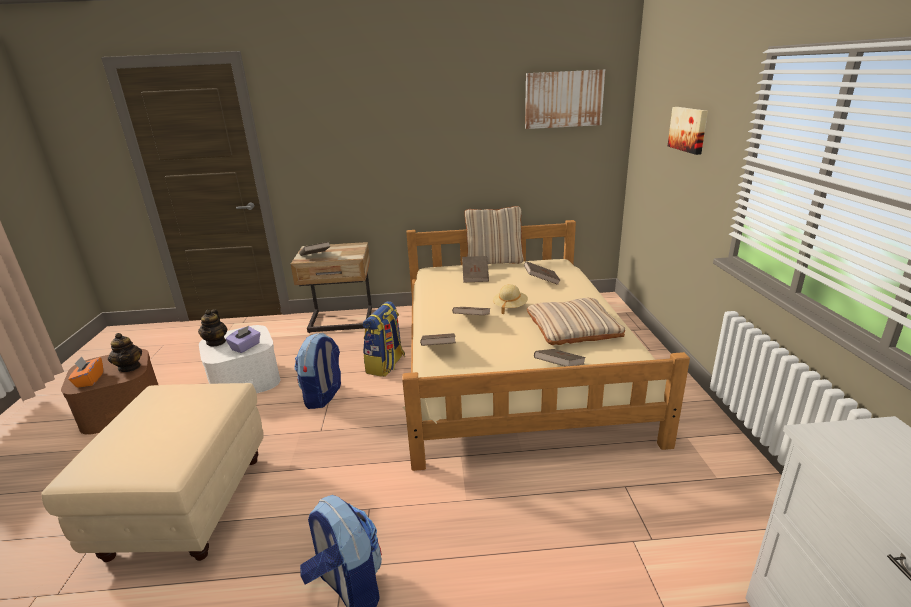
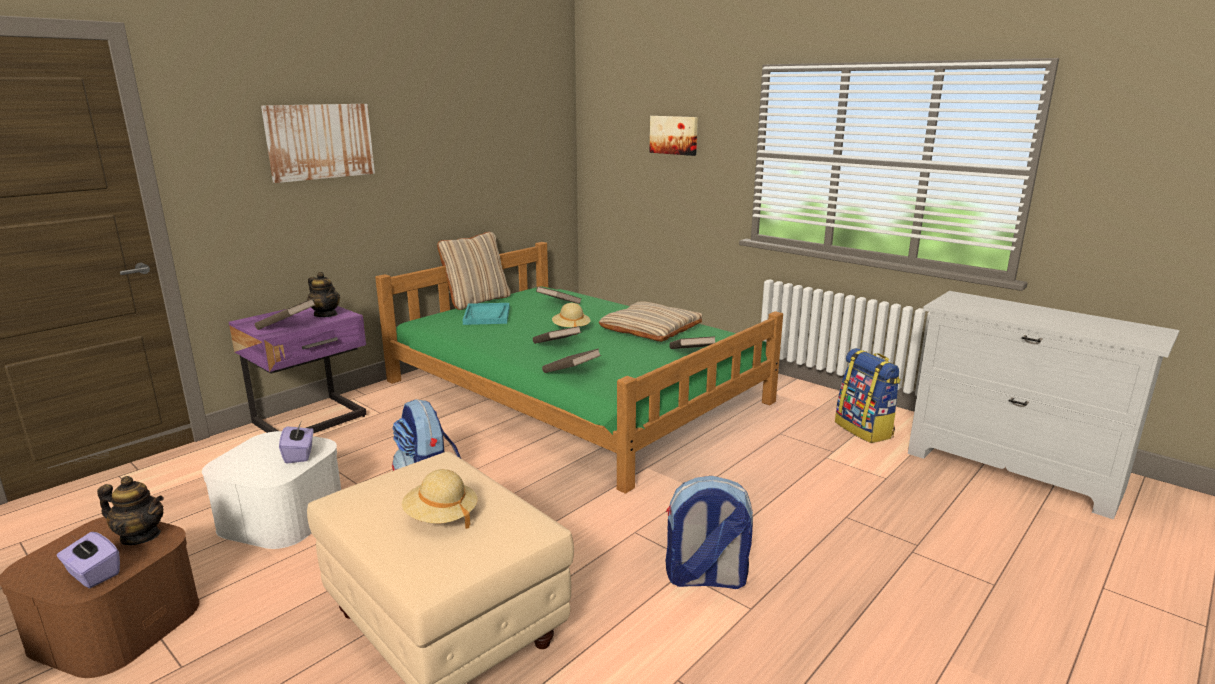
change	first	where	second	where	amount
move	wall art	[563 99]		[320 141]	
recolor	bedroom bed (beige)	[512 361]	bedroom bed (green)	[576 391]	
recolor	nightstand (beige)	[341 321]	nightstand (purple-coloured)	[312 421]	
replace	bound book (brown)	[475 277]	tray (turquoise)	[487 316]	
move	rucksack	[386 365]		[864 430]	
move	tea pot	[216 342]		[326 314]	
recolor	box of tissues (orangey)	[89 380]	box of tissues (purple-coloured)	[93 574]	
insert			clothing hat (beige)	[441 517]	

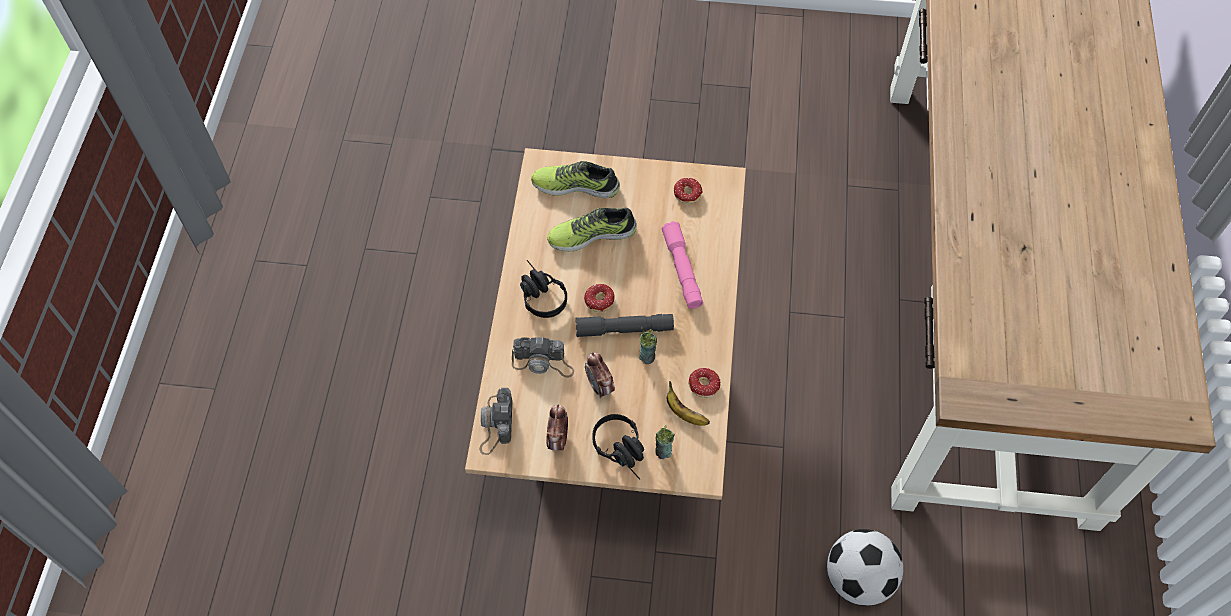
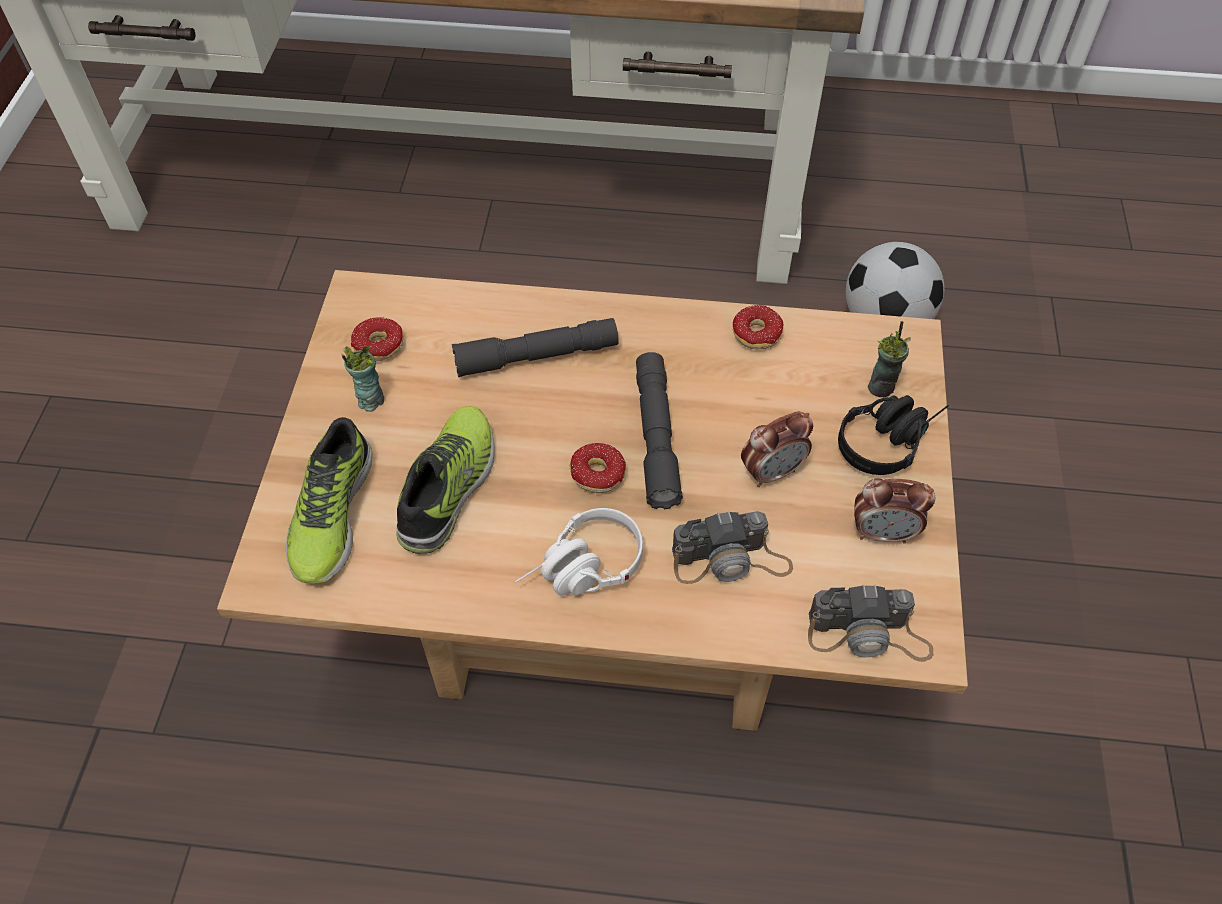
change	first	where	second	where	amount
rotate	item of footwear	[591 234]		[450 487]	150 degrees counterclockwise
recolor	flashlight (pinkish)	[682 270]	flashlight (grey)	[536 356]	
recolor	pair of headphones (blackish)	[539 294]	pair of headphones (white-coloured)	[581 571]	
move	drinking cup	[647 357]		[370 400]	
rotate	still camera	[543 362]		[731 560]	75 degrees clockwise
delete	banana fruit	[684 413]			

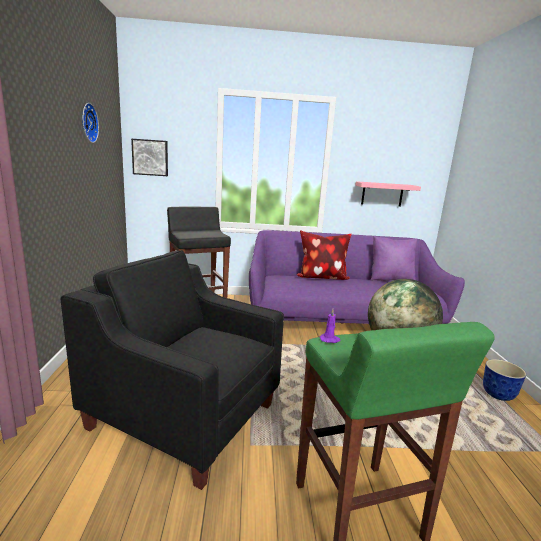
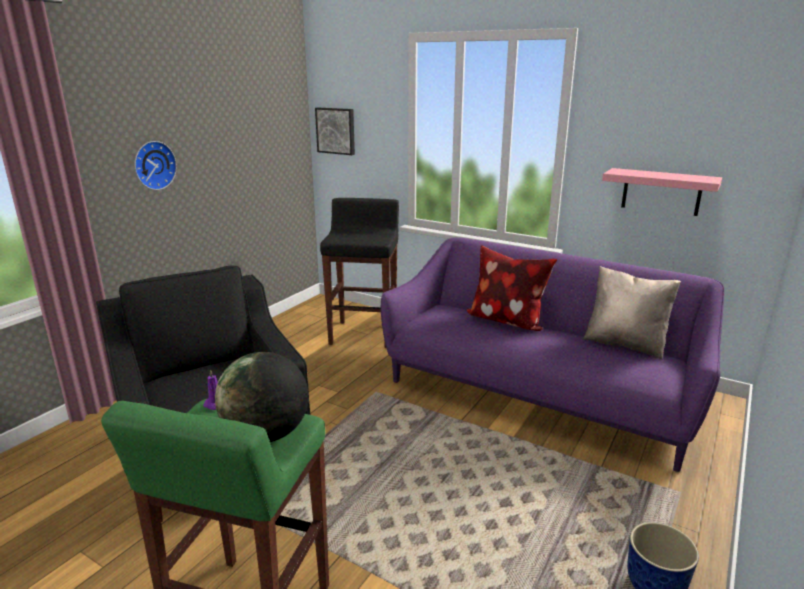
change	first	where	second	where	amount
move	clock on the wall	[87 122]		[153 165]	
recolor	cushion (purple-coloured)	[390 279]	cushion (beige)	[625 344]	

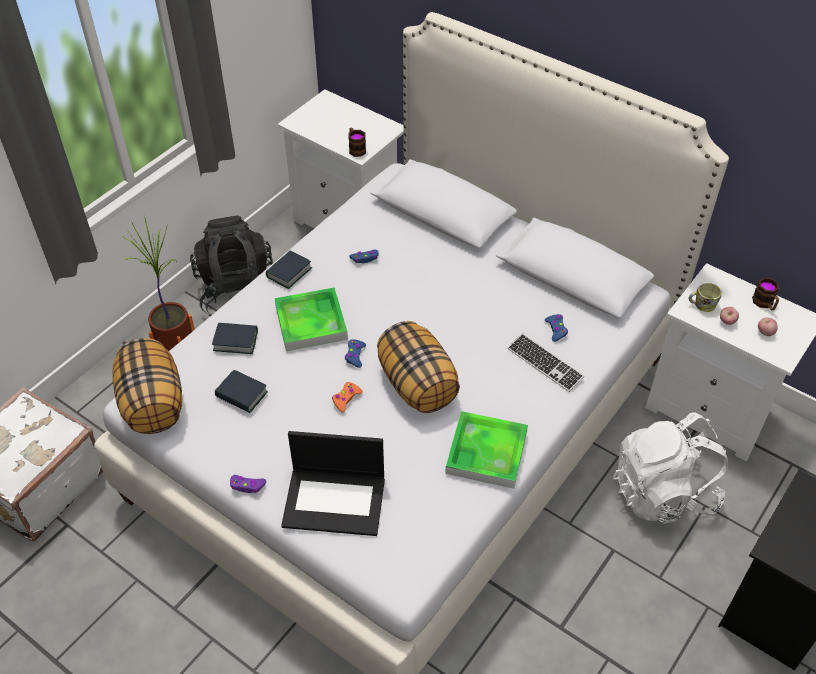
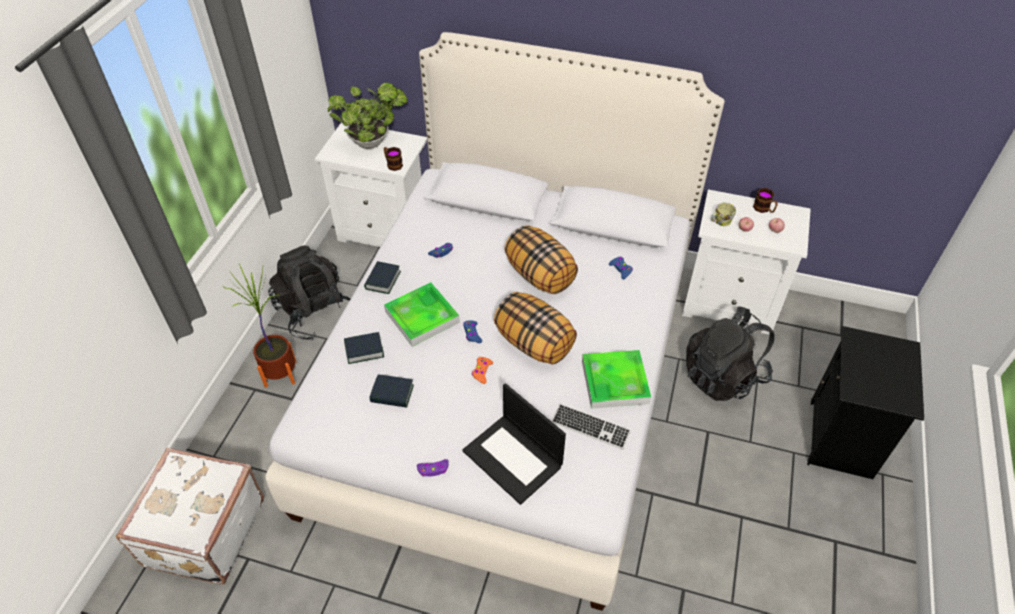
change	first	where	second	where	amount
move	keyboard	[545 364]		[590 427]	
move	cushion	[153 404]		[540 275]	
recolor	rucksack (white-coloured)	[663 492]	rucksack (blackish)	[723 376]	
rotate	portable computer	[335 501]		[514 458]	60 degrees clockwise
insert			houseplant	[373 142]	

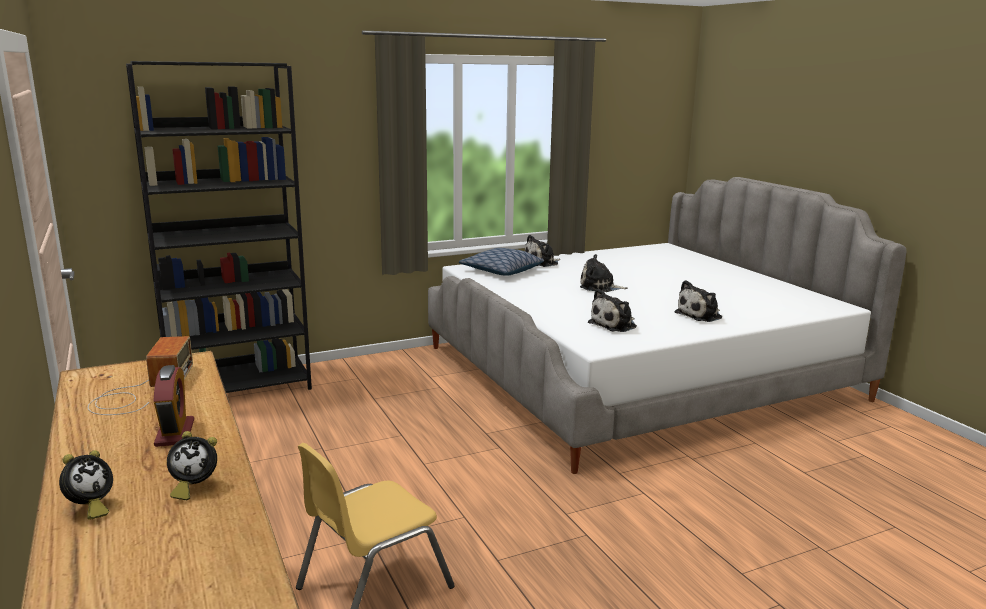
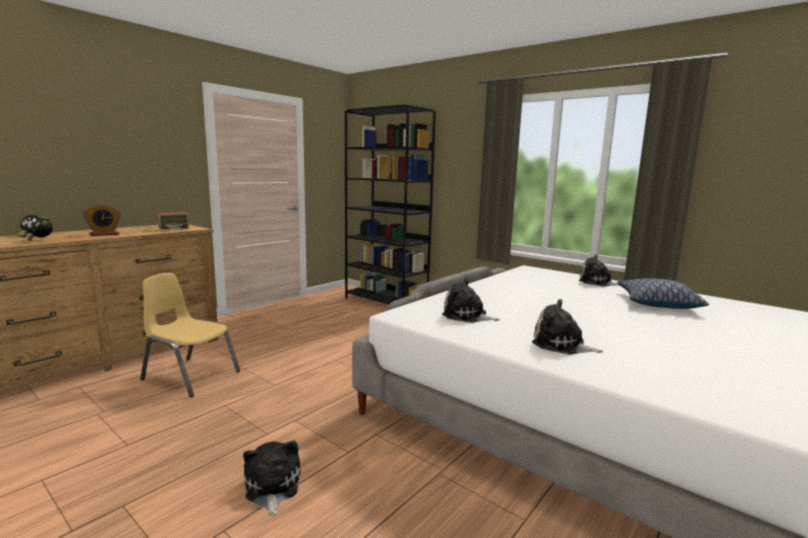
change	first	where	second	where	amount
move	cushion	[501 271]		[657 303]	
move	plush toy	[599 287]		[271 487]	

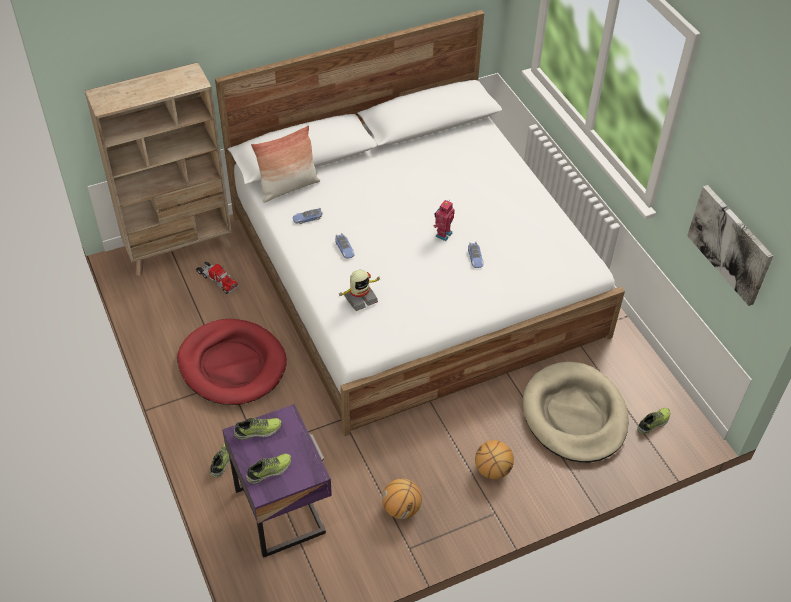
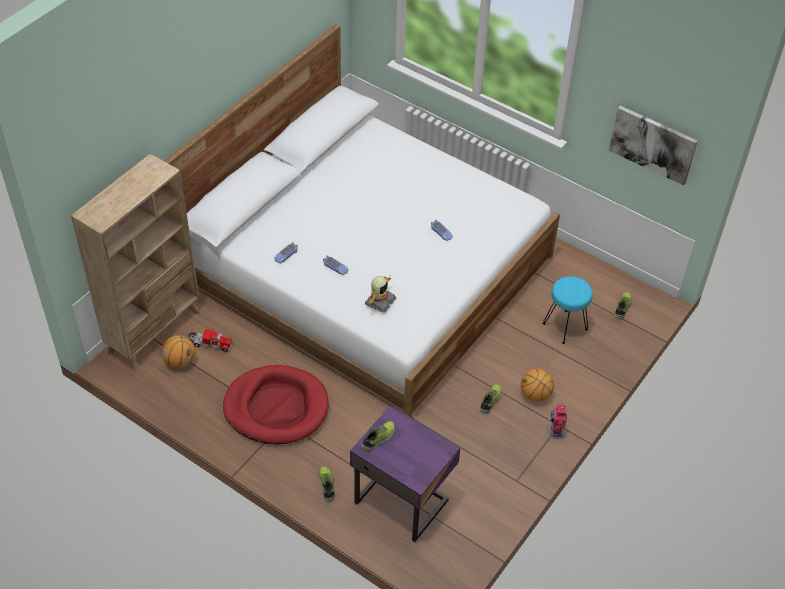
change	first	where	second	where	amount
delete	cushion	[288 187]			
move	toy robot	[442 234]		[555 431]	
replace	dog cushion (beige)	[574 415]	sitting stool (turquoise)	[565 327]	
move	item of footwear	[269 471]		[491 401]	
move	ball for basketball	[401 508]		[180 361]	

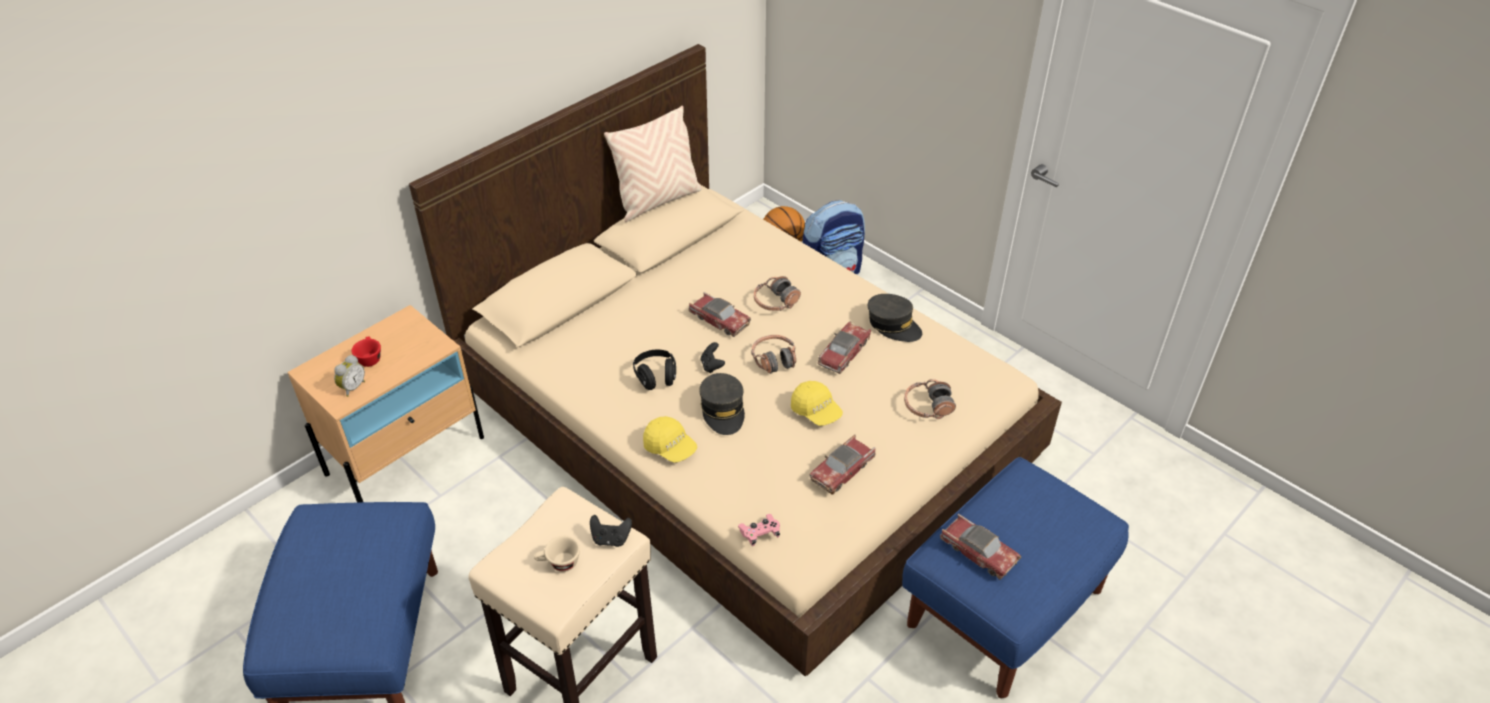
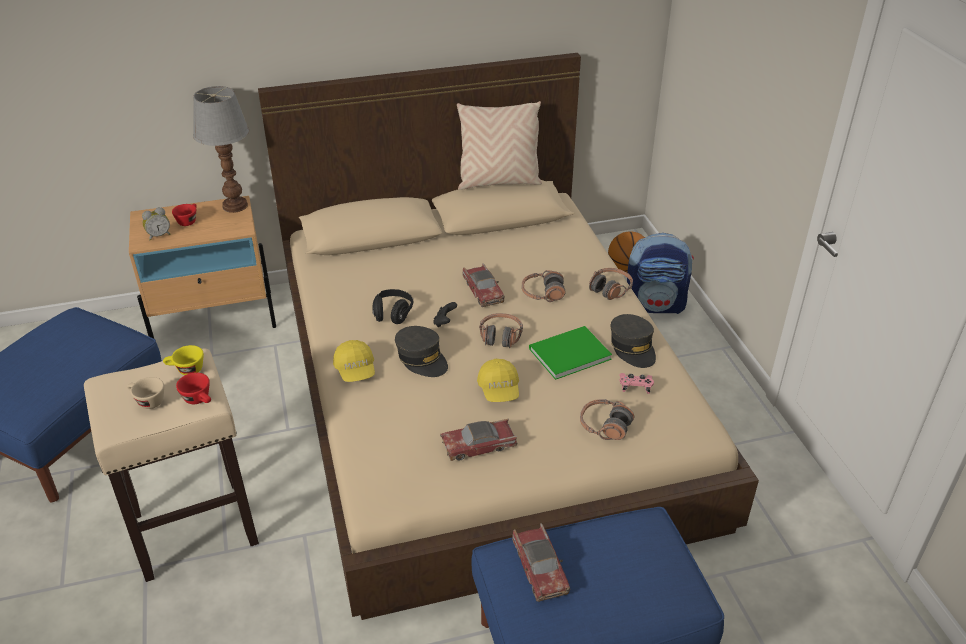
change	first	where	second	where	amount
replace	miniature car	[844 353]	bound book (green)	[567 353]	
rotate	baseball cap (grey)	[723 410]		[422 359]	60 degrees counterclockwise
move	game controller (pinkish)	[760 534]		[635 387]	
replace	game controller (blackish)	[611 539]	drinking cup (red)	[199 400]	
insert			table lamp	[236 205]	
insert			pair of headphones	[610 289]	
insert			drinking cup (yellowish)	[186 370]	

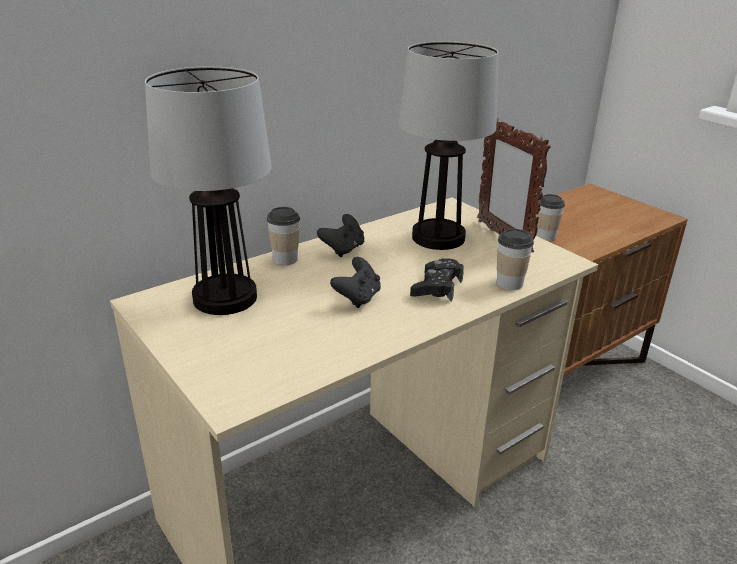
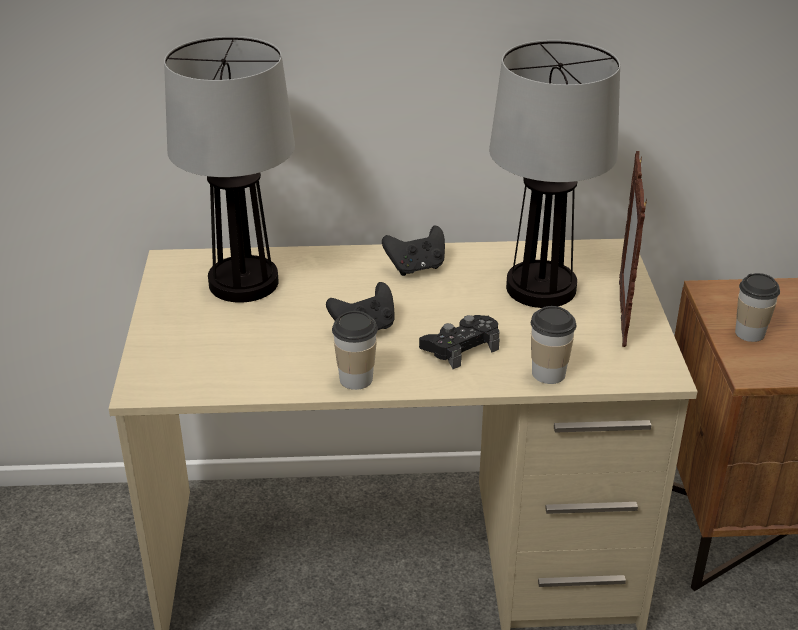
change	first	where	second	where	amount
move	drinking cup	[285 259]		[356 379]	

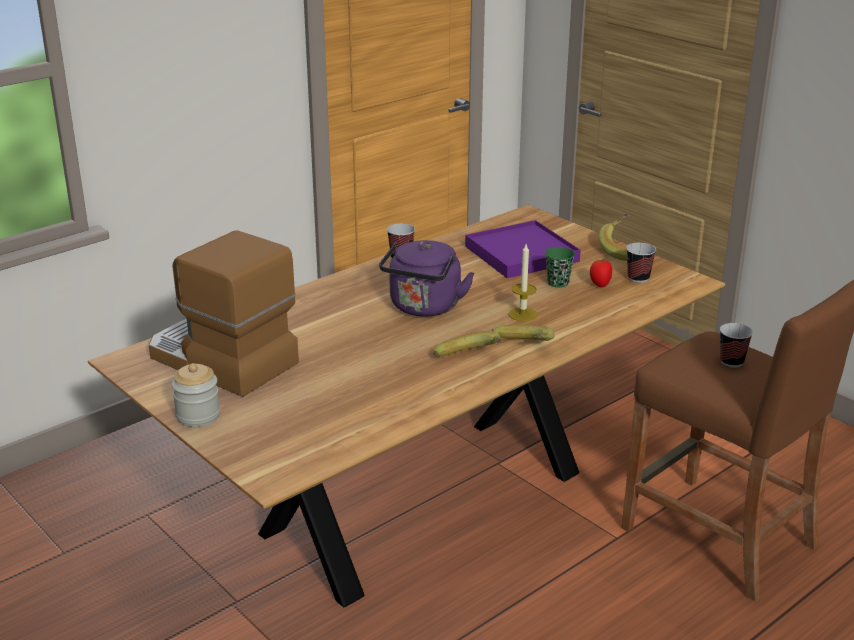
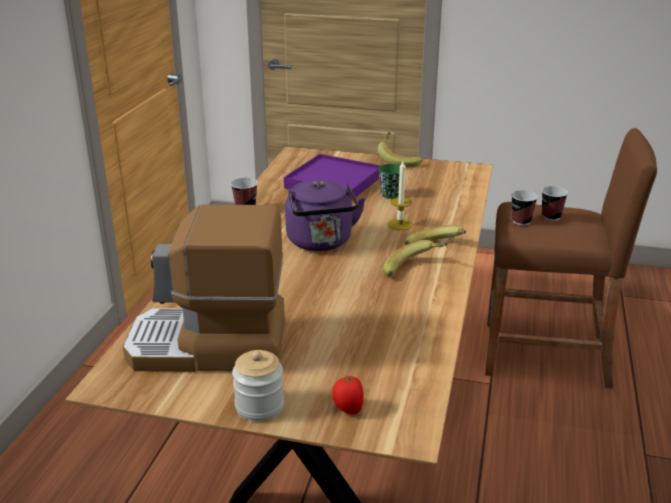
change	first	where	second	where	amount
move	drinking cup	[638 278]		[521 221]	
move	whole tomato	[599 285]		[348 409]	

